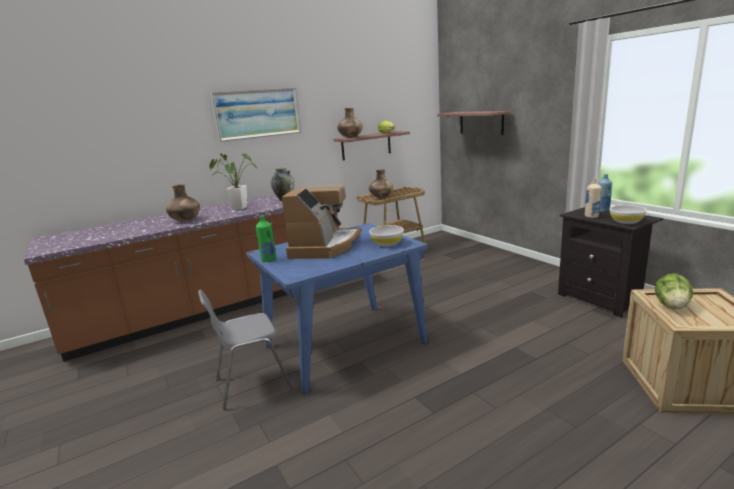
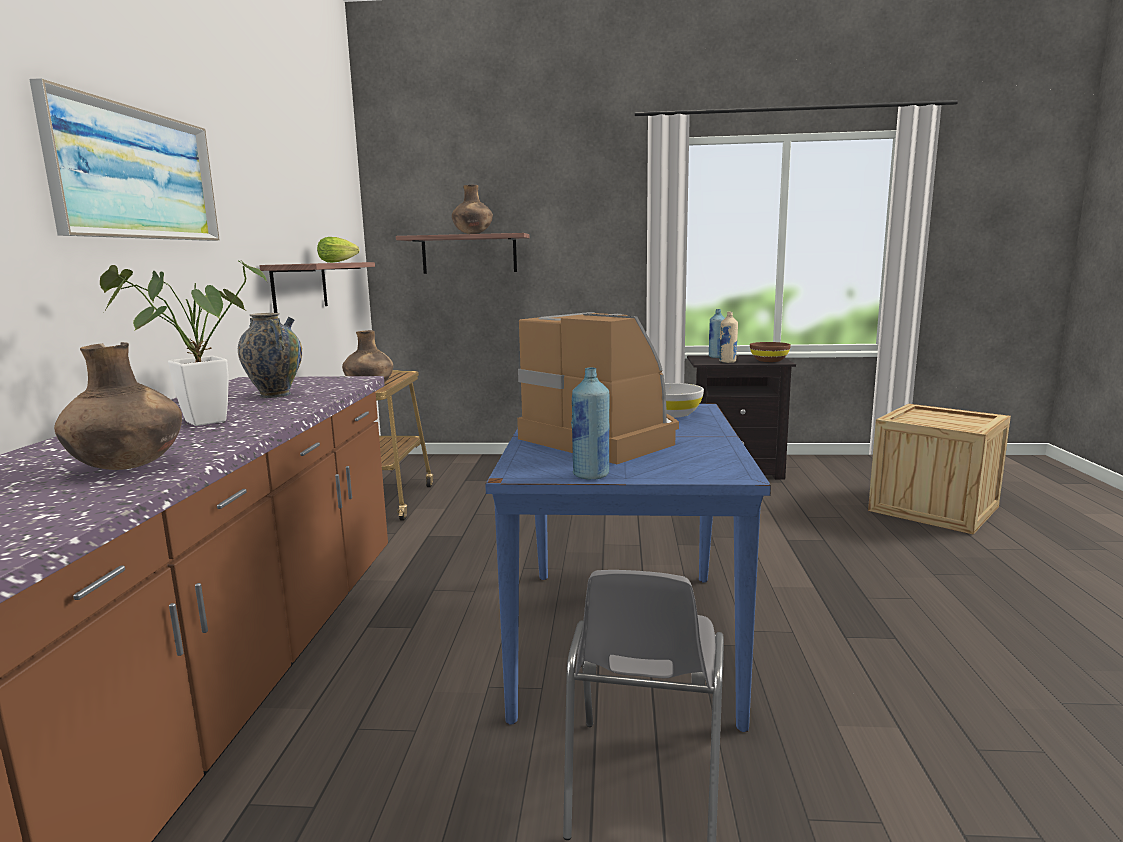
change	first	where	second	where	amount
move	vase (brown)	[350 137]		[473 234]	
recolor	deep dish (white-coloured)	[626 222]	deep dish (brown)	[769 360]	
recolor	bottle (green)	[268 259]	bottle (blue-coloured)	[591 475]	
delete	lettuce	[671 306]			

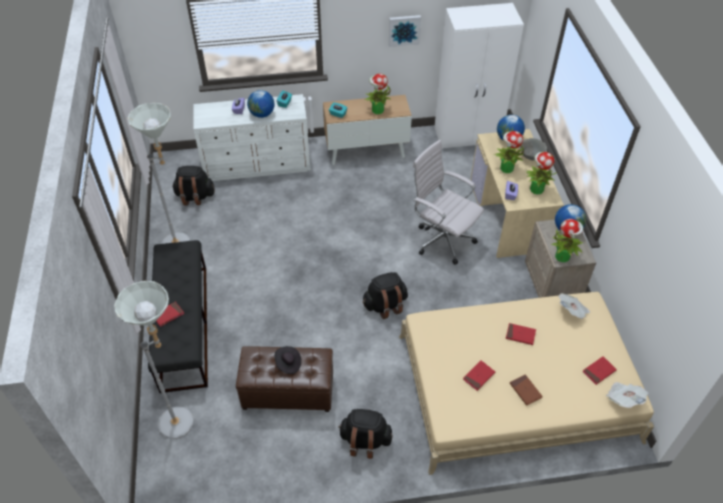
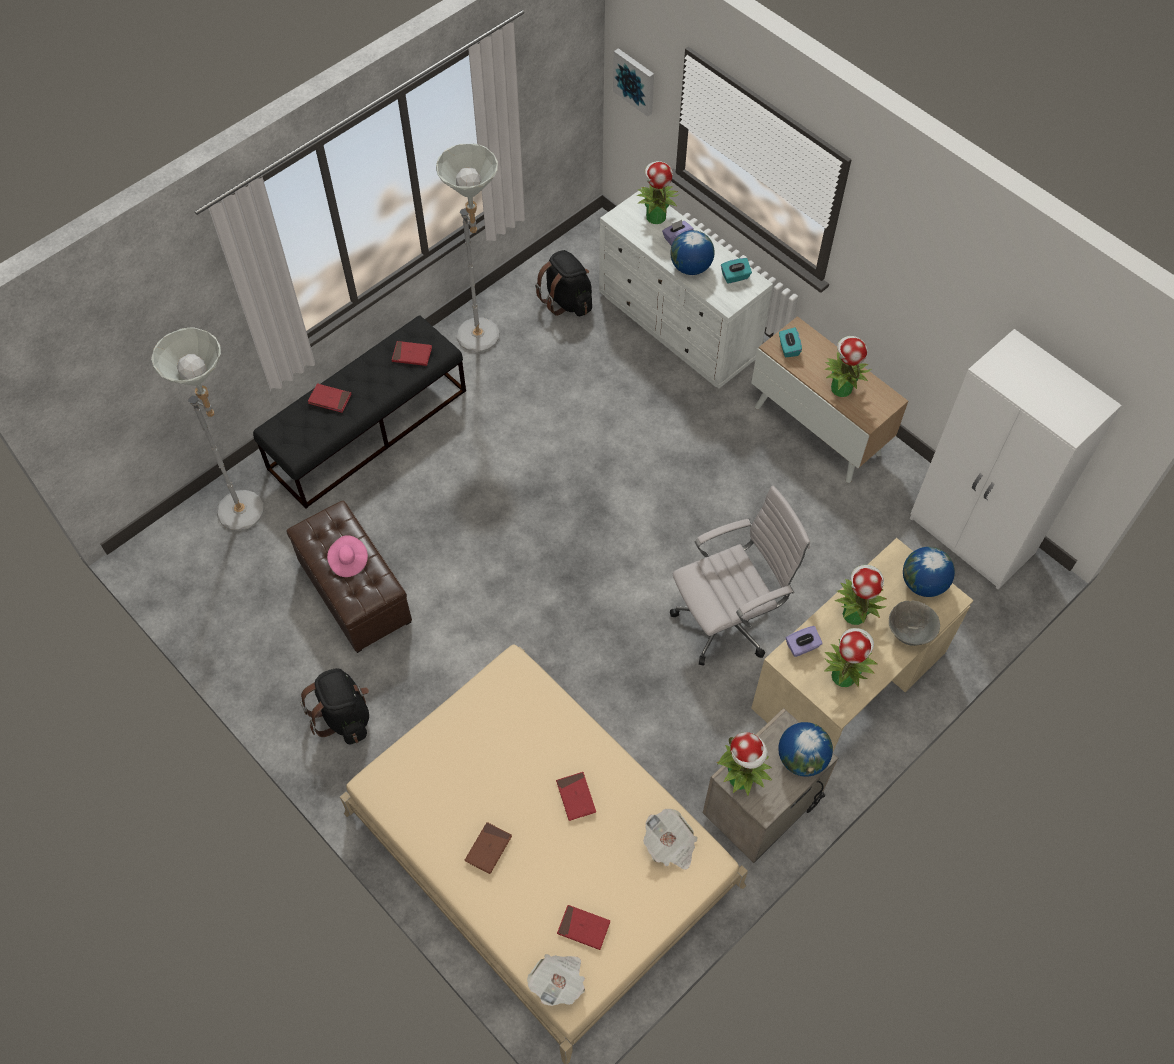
change	first	where	second	where	amount
move	wall art	[404 30]		[635 81]	
rotate	desk chair (white-coloured)	[442 239]		[728 620]	60 degrees clockwise
delete	rucksack (blackish)	[385 305]			
recolor	clothing hat (blackish)	[288 364]	clothing hat (pinkish)	[348 561]	
move	bound book (red)	[478 376]		[412 355]	
insert			houseplant	[655 216]	

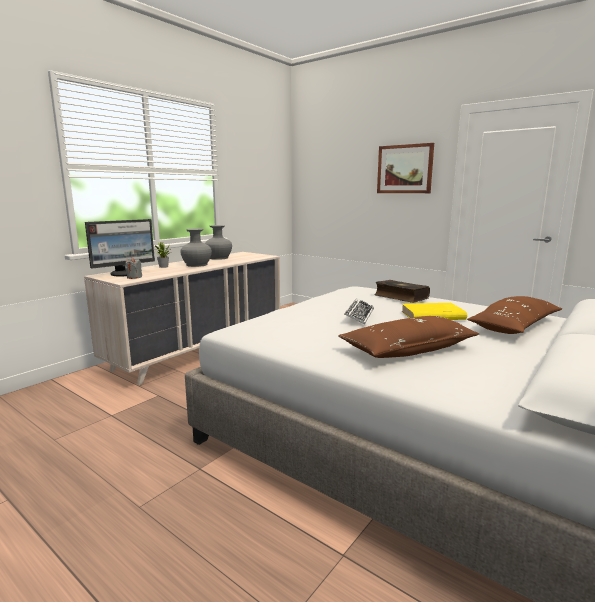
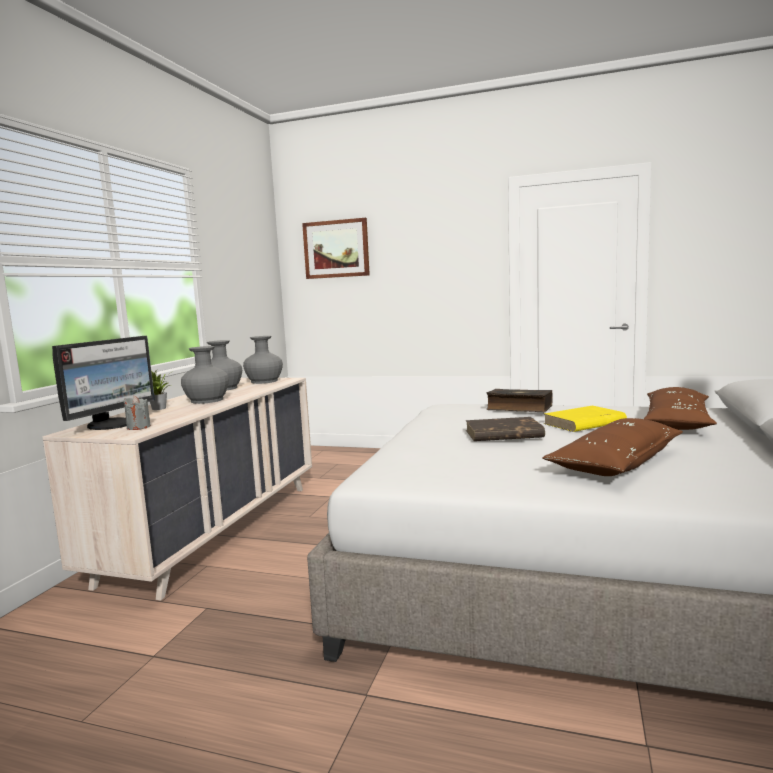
change	first	where	second	where	amount
move	wall art	[404 169]		[336 249]	
replace	keyboard	[359 315]	bound book (brown)	[503 434]	
insert			vase (grey)	[264 381]	

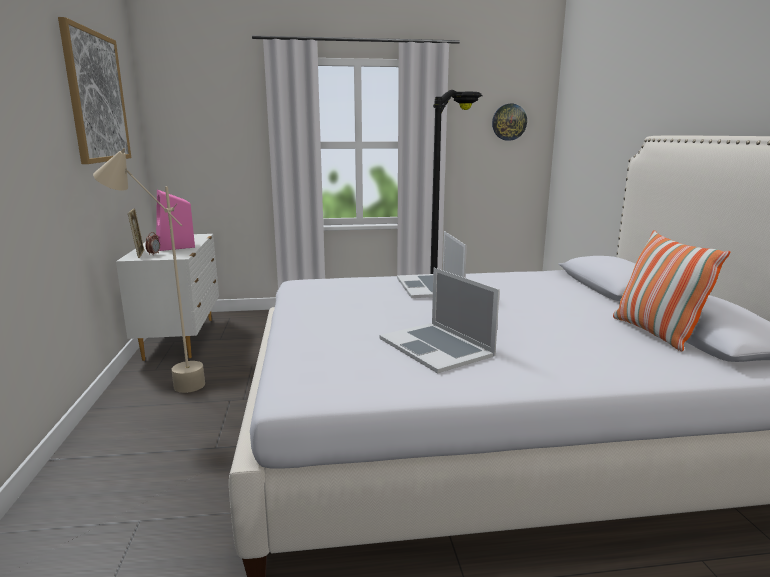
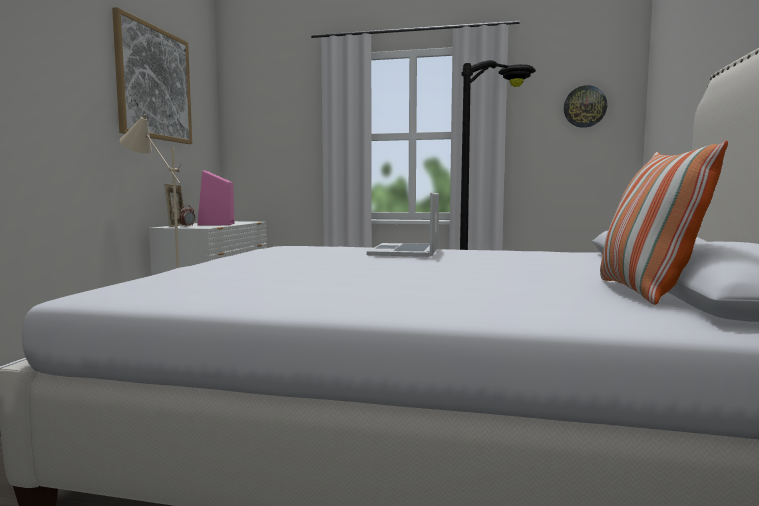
change	first	where	second	where	amount
delete	portable computer	[436 347]			

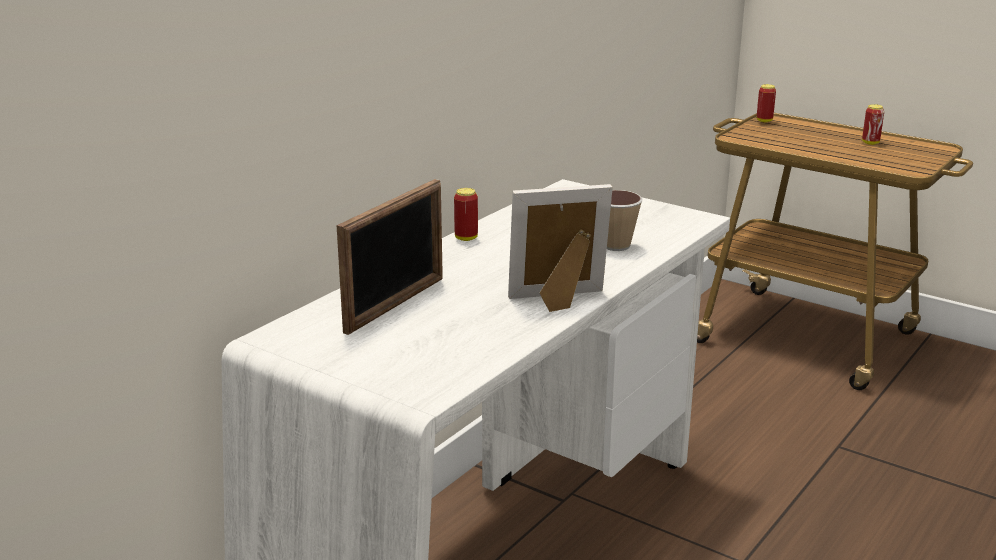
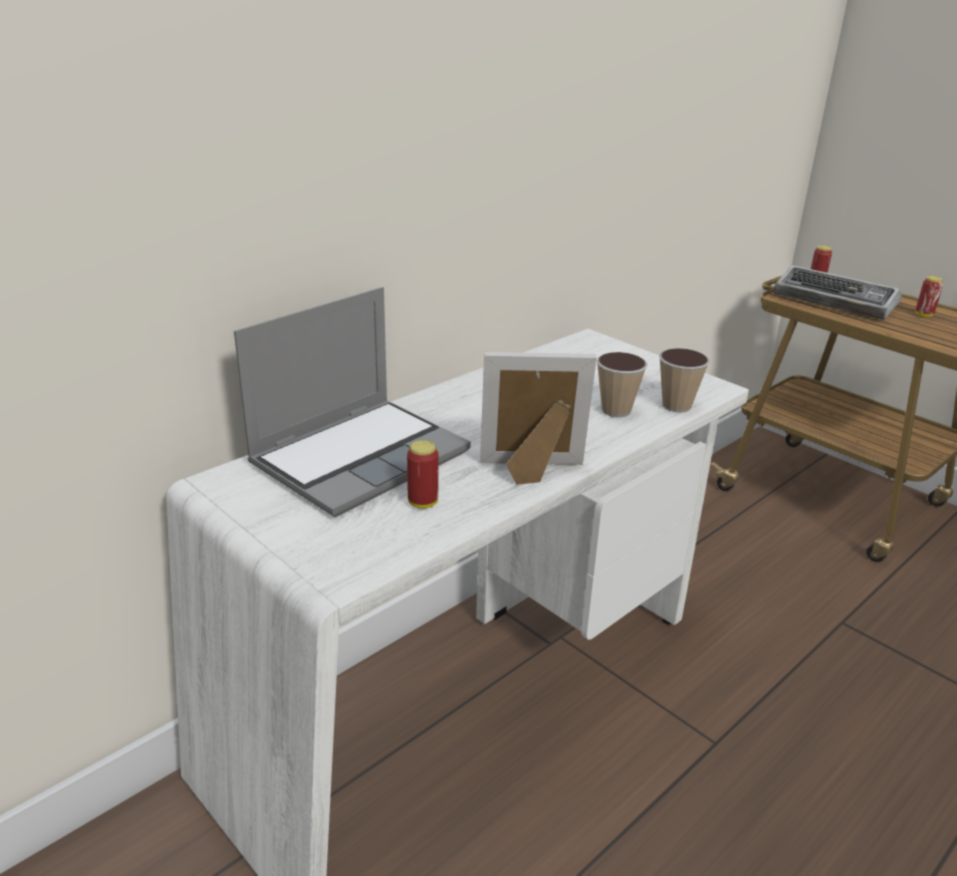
change	first	where	second	where	amount
replace	picture frame	[396 305]	portable computer	[361 456]	
move	can	[466 238]		[423 503]	
insert			keyboard	[836 301]	
insert			drinking cup	[676 406]	

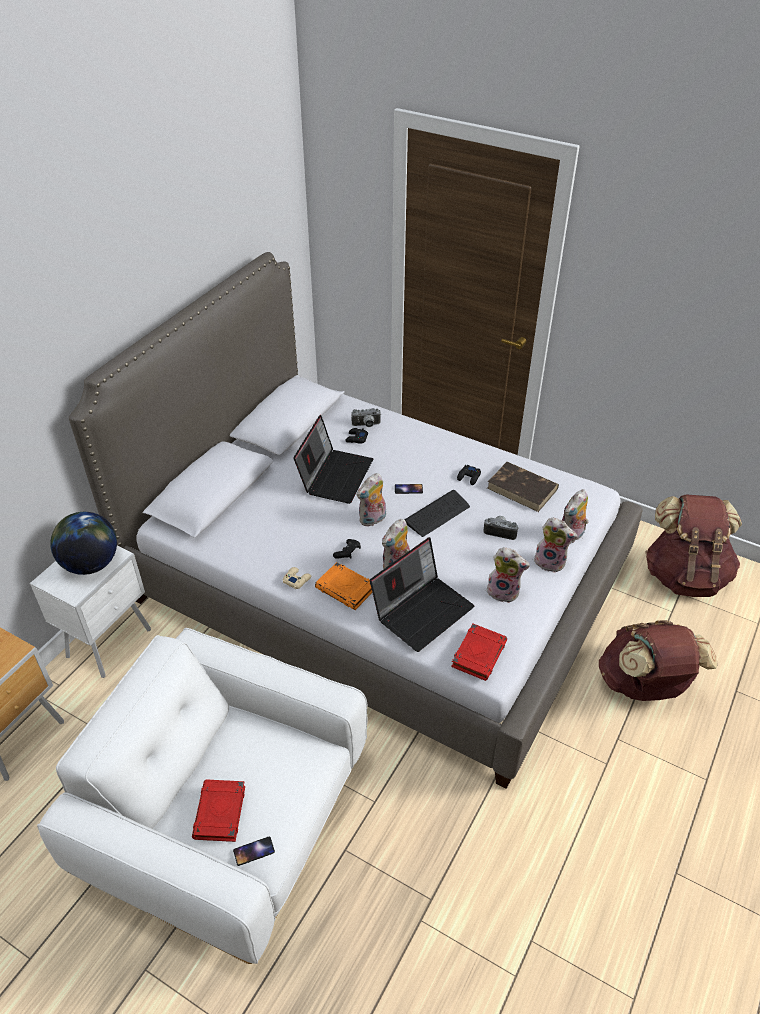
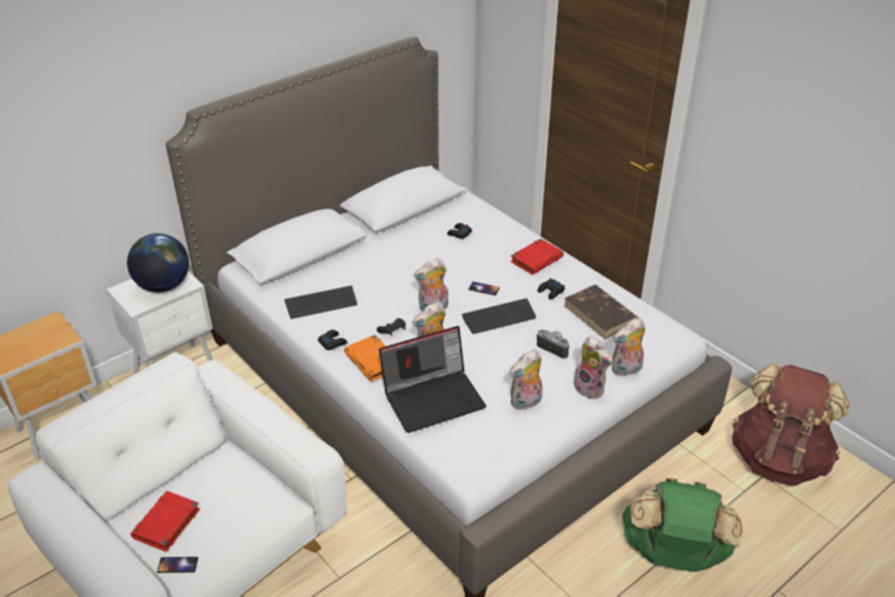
change	first	where	second	where	amount
delete	still camera	[366 425]			
delete	portable computer	[335 475]			
rotate	plush toy	[504 591]		[526 403]	105 degrees clockwise
recolor	game controller (beige)	[296 580]	game controller (blackish)	[332 342]	
recolor	rucksack (brown)	[644 686]	rucksack (green)	[673 554]	
move	bound book (red)	[479 654]		[536 259]	
insert			keyboard	[321 303]	

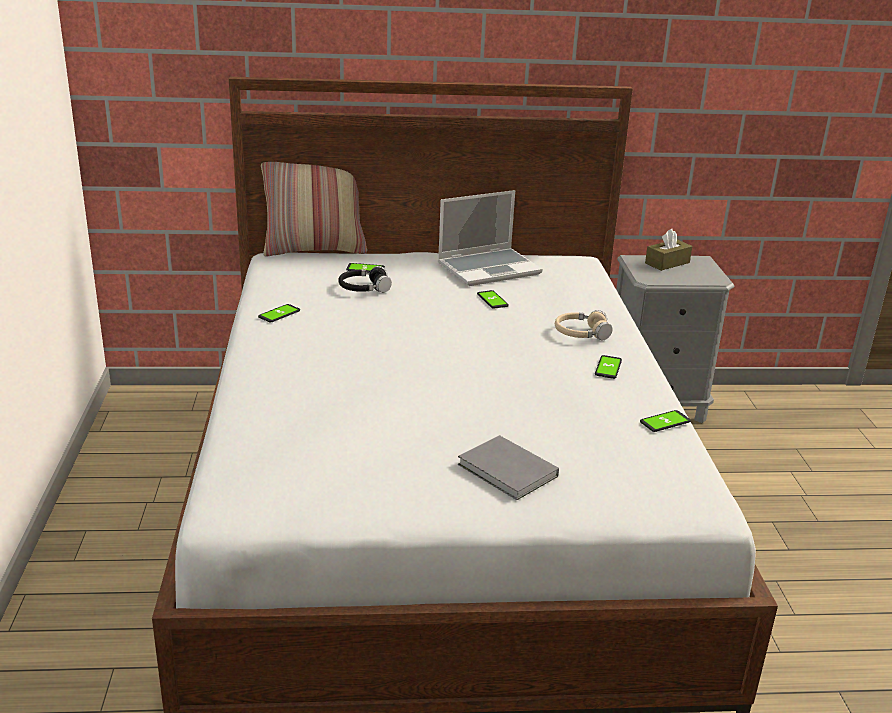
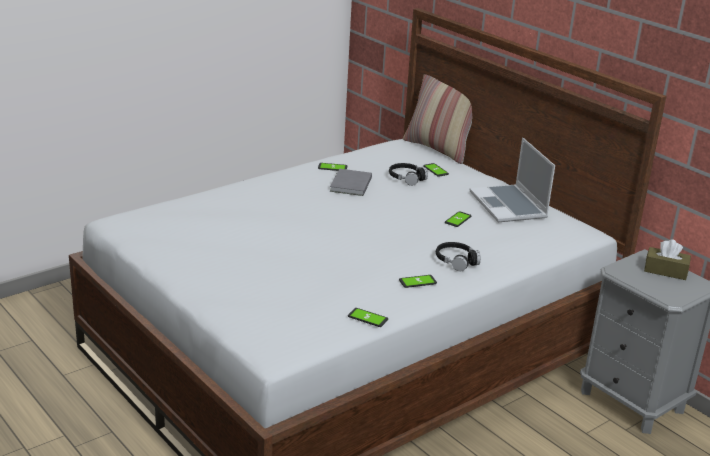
change	first	where	second	where	amount
rotate	portable computer	[489 268]		[509 206]	45 degrees clockwise
recolor	pair of headphones (beige)	[581 333]	pair of headphones (blackish)	[456 261]	
move	bound book (grey)	[508 472]		[350 185]	

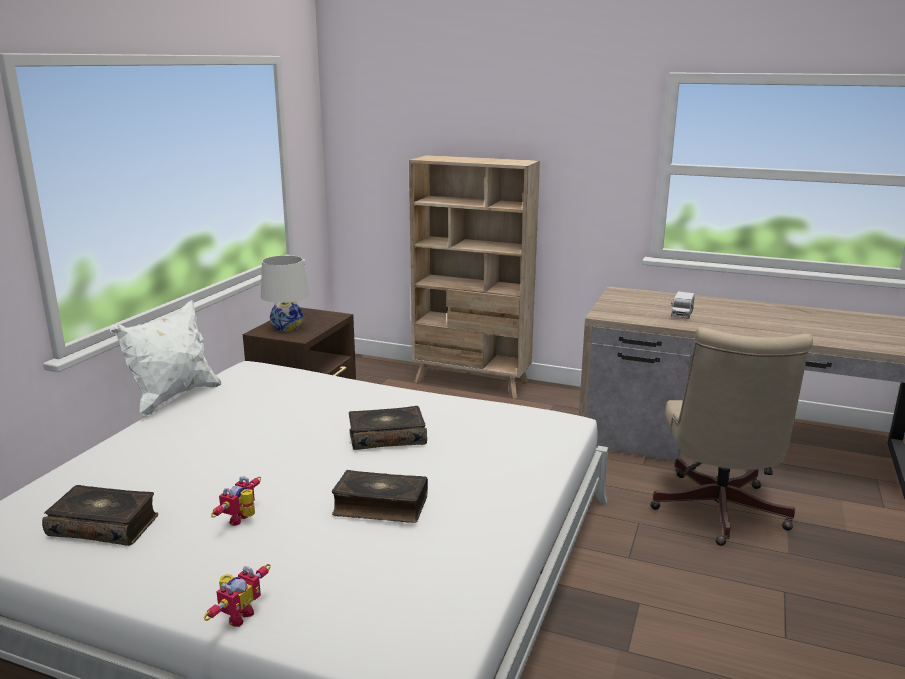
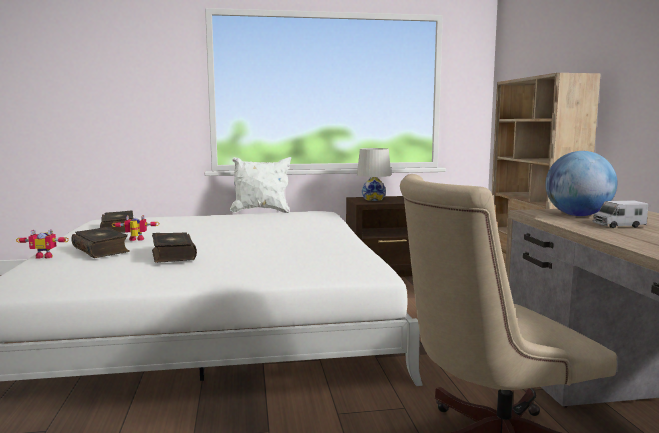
change	first	where	second	where	amount
move	bound book	[387 437]		[102 250]	
insert			world globe	[578 215]	

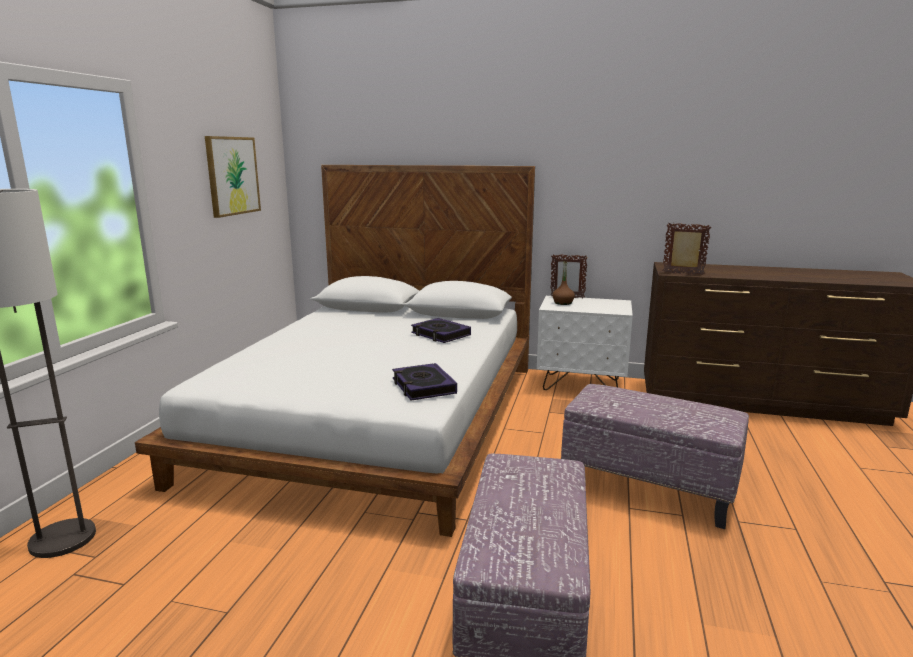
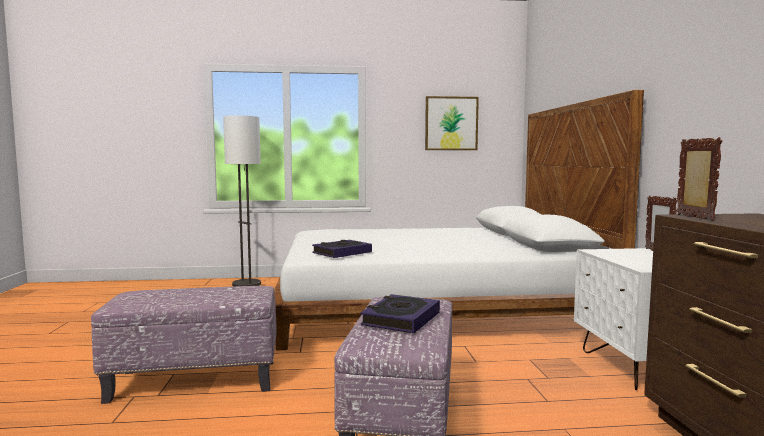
change	first	where	second	where	amount
delete	bottle (brown)	[563 303]			
move	bound book	[440 334]		[401 319]	

